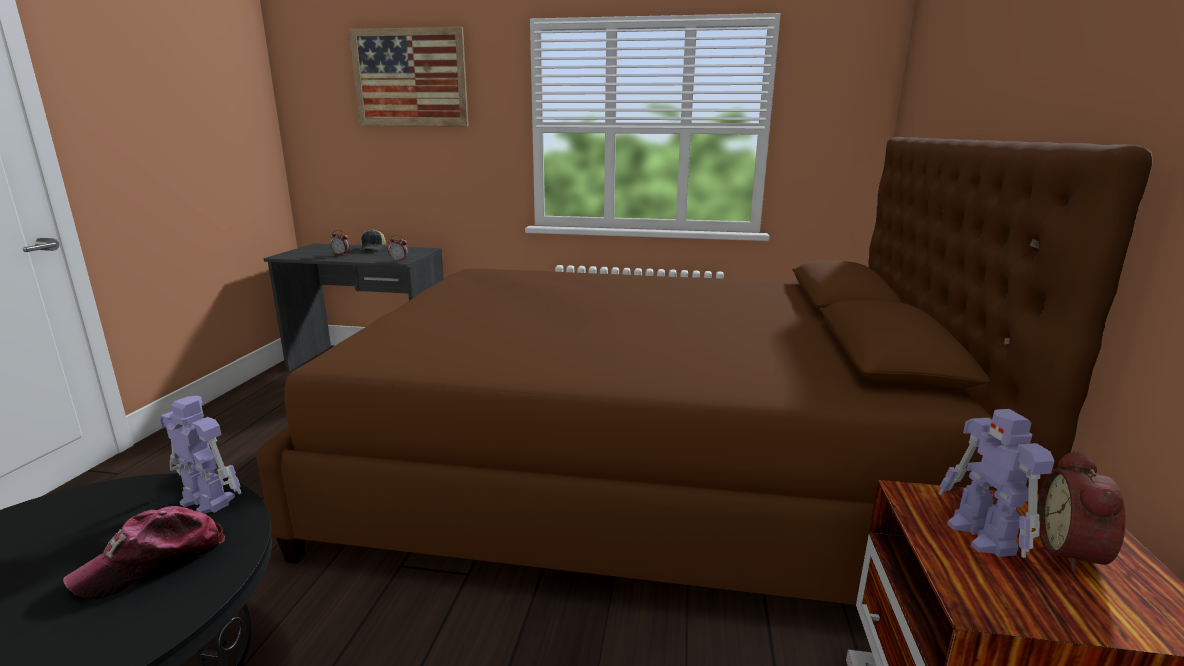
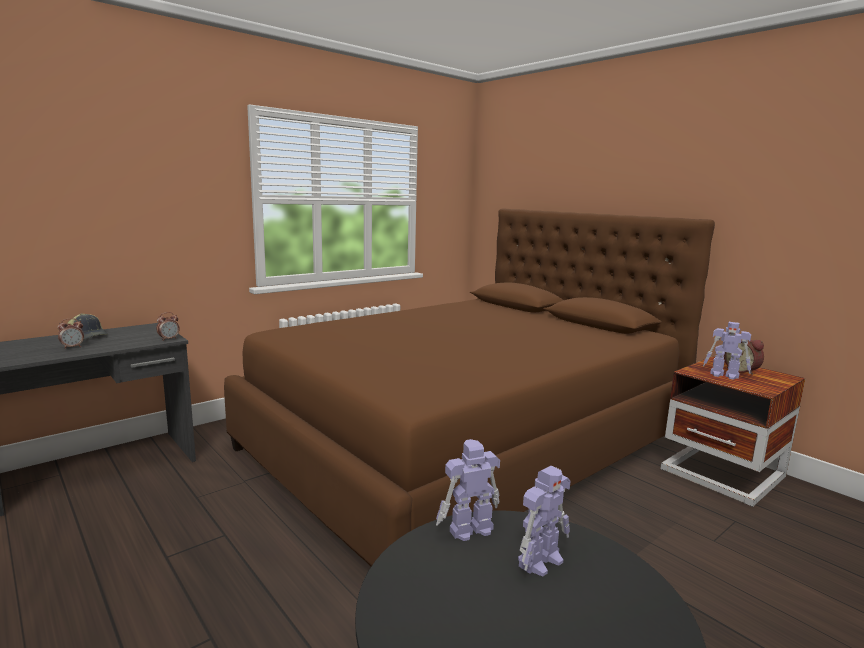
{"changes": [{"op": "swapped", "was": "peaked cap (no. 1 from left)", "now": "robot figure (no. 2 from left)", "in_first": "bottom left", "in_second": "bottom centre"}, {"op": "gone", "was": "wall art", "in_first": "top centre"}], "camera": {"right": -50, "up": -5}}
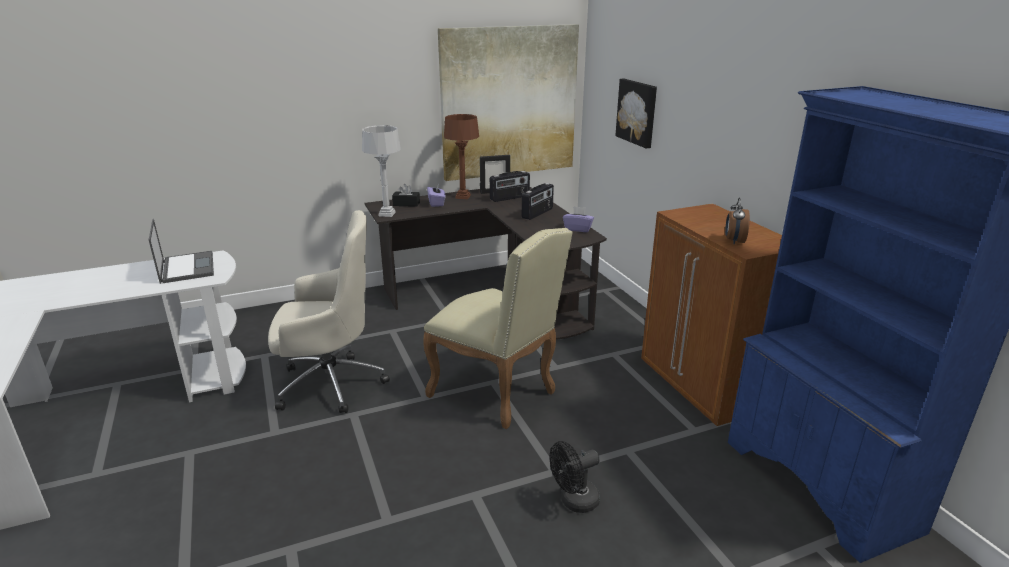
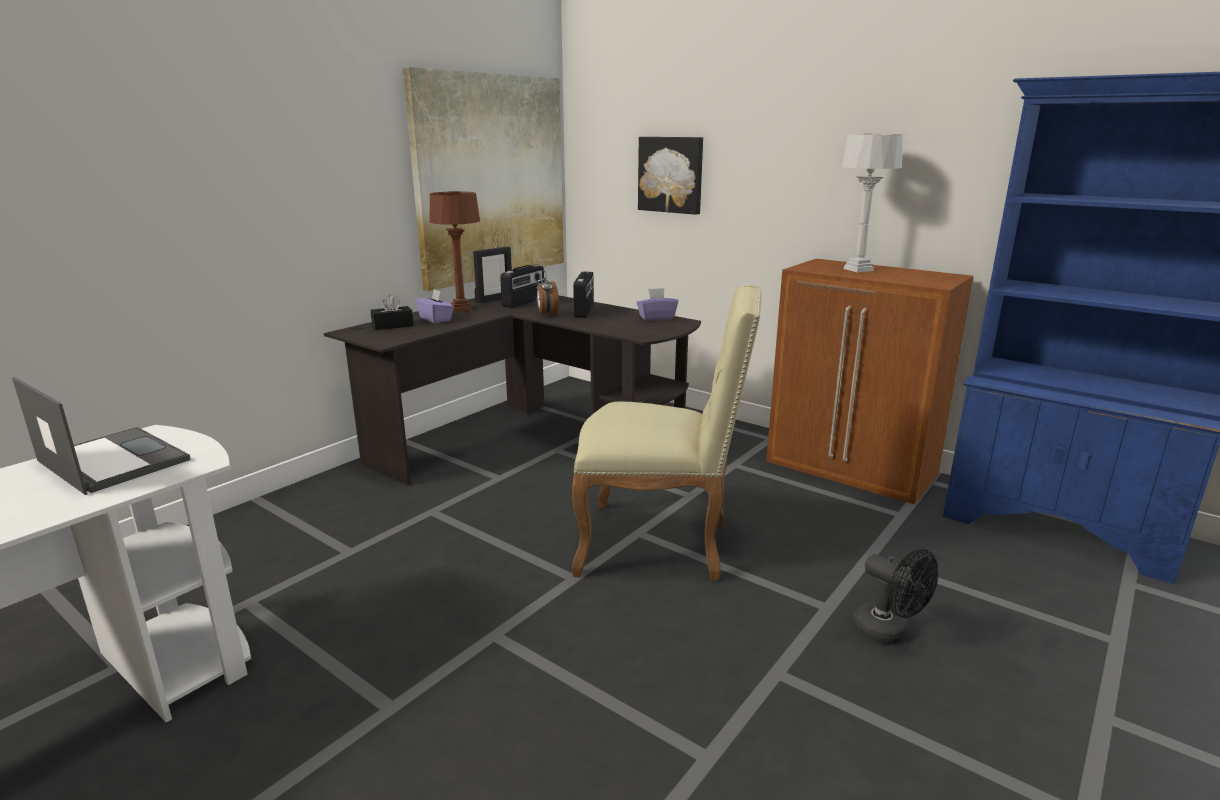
{"changes": [{"op": "gone", "was": "beige office chair", "in_first": "middle left"}, {"op": "shifted", "was": "grey table lamp", "in_first": "top centre", "in_second": "top right"}, {"op": "rotated", "was": "black cooling fan", "in_first": "bottom centre", "in_second": "bottom right", "clockwise": -75}, {"op": "shifted", "was": "bedside clock", "in_first": "middle right", "in_second": "centre"}], "camera": {"right": -30, "up": -5}}
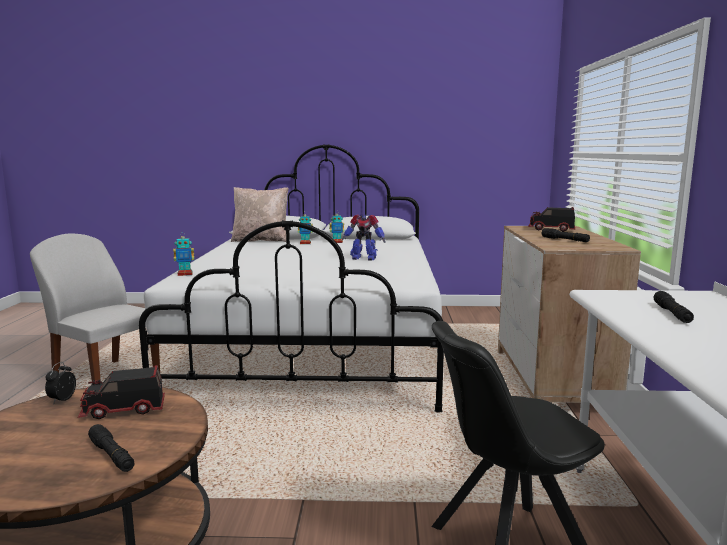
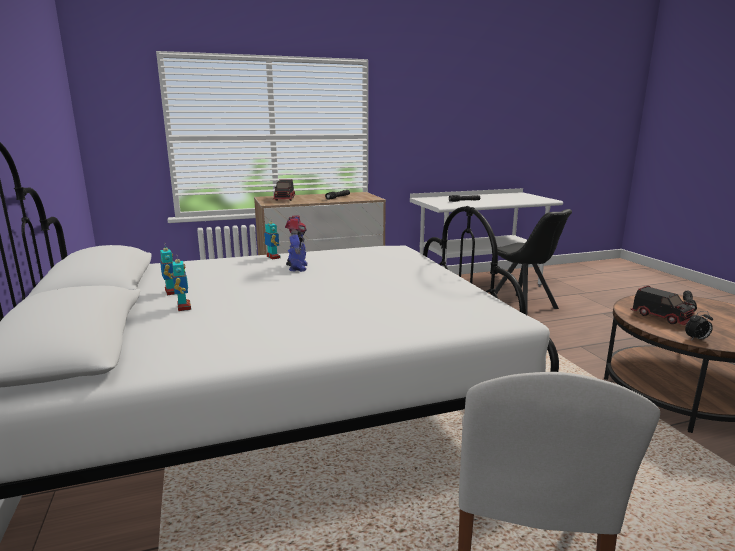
{"changes": [{"op": "shifted", "was": "robot figure (no. 1 from left in the first image)", "now": "robot figure (no. 3 from left)", "in_first": "middle left", "in_second": "centre"}, {"op": "gone", "was": "beige pillow", "in_first": "centre"}], "camera": {"right": -110, "up": 5}}
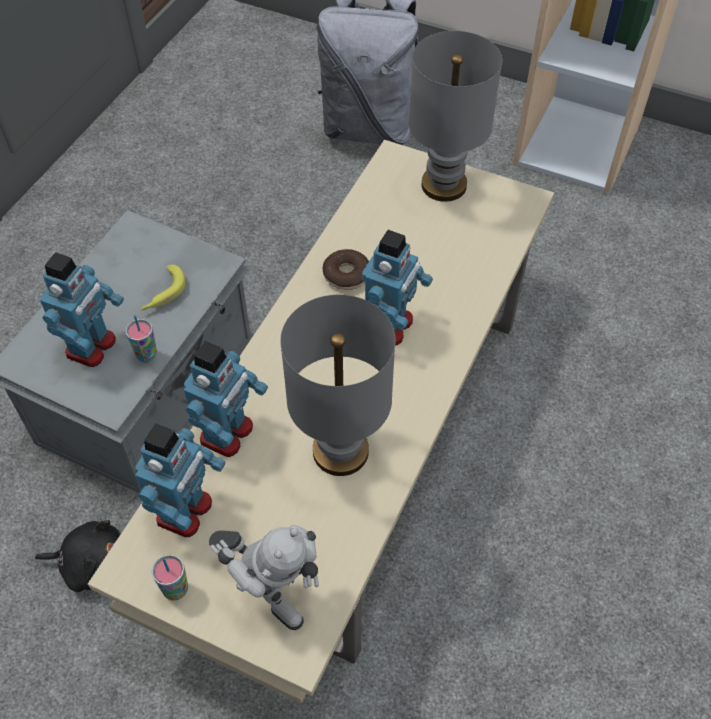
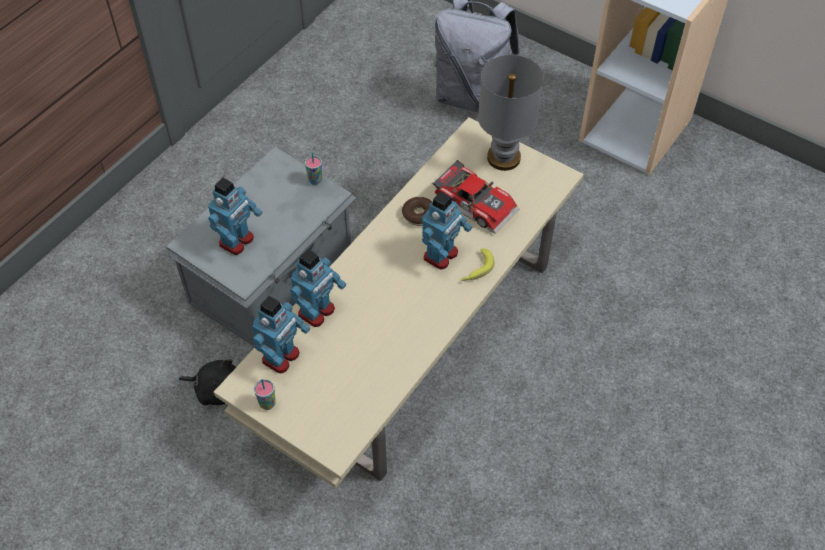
{"changes": [{"op": "shifted", "was": "small cup (no. 1 from left in the first image)", "now": "small cup (no. 2 from left)", "in_first": "middle left", "in_second": "top centre"}, {"op": "shifted", "was": "banana fruit", "in_first": "middle left", "in_second": "centre"}, {"op": "gone", "was": "robot figure (no. 4 from left)", "in_first": "bottom centre"}, {"op": "gone", "was": "grey table lamp (no. 1 from left)", "in_first": "centre"}, {"op": "new", "now": "toy car", "in_second": "centre"}], "camera": {"right": 10, "up": 0}}
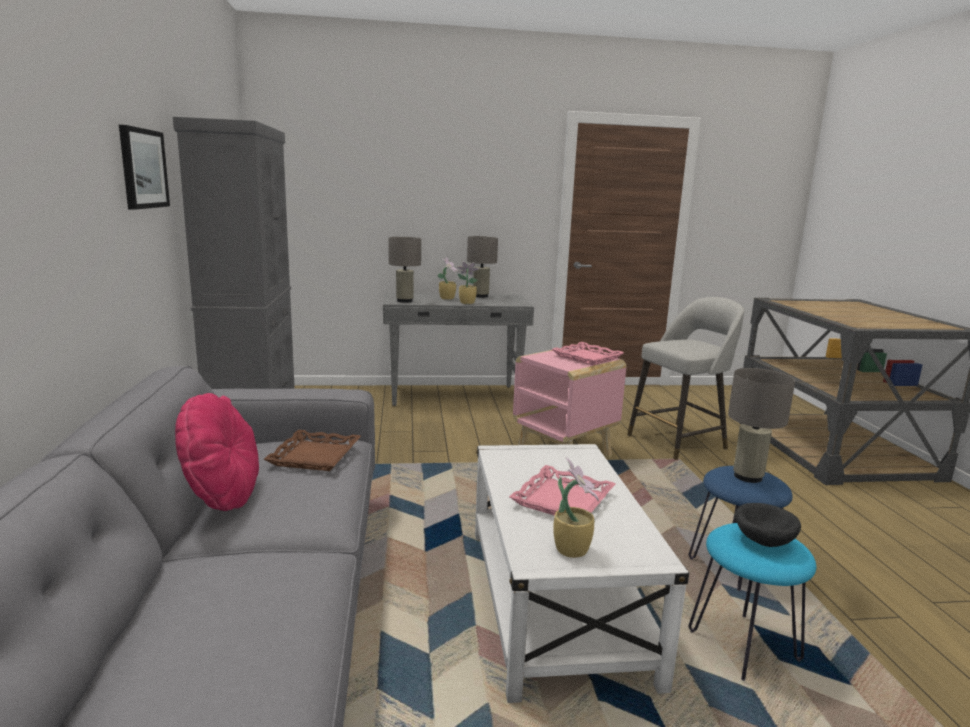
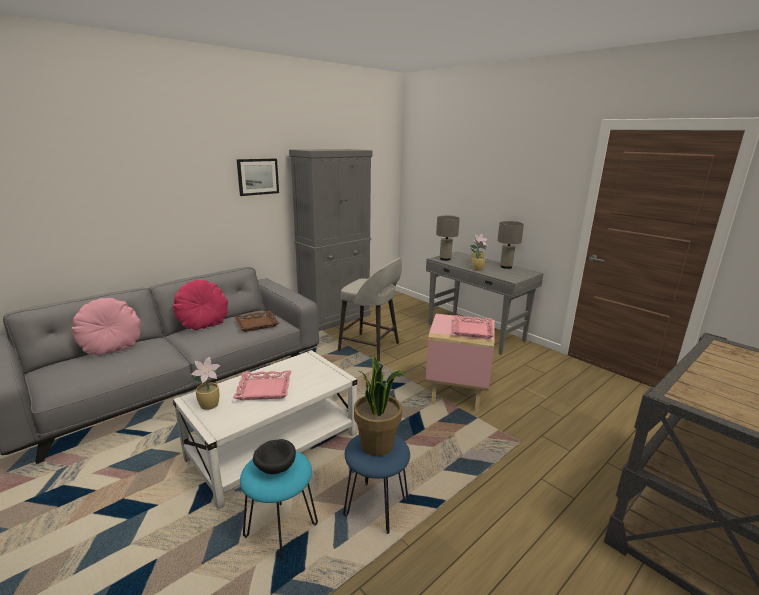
{"changes": [{"op": "shifted", "was": "grey sitting stool", "in_first": "middle right", "in_second": "centre"}, {"op": "swapped", "was": "grey table lamp (no. 3 from left)", "now": "potted plant (no. 2 from left)", "in_first": "middle right", "in_second": "bottom centre"}, {"op": "new", "now": "pink pillow (no. 1 from left)", "in_second": "middle left"}], "camera": {"right": 55, "up": 5}}
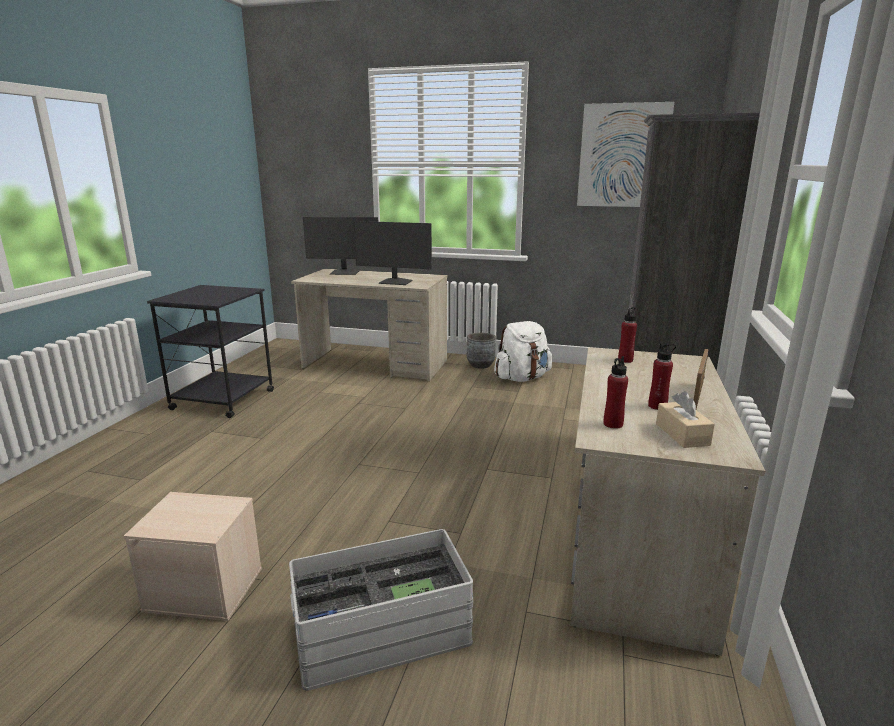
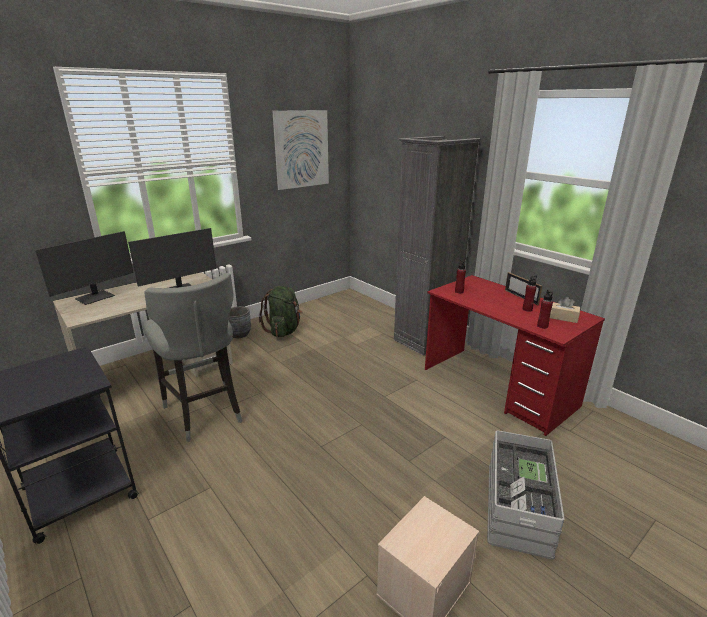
{"changes": [{"op": "repainted", "was": "white knapsack", "now": "green knapsack", "in_first": "centre", "in_second": "centre"}, {"op": "repainted", "was": "beige desk (no. 2 from left)", "now": "red-coloured desk", "in_first": "bottom right", "in_second": "middle right"}, {"op": "new", "now": "grey sitting stool", "in_second": "middle left"}], "camera": {"right": -55, "up": 5}}
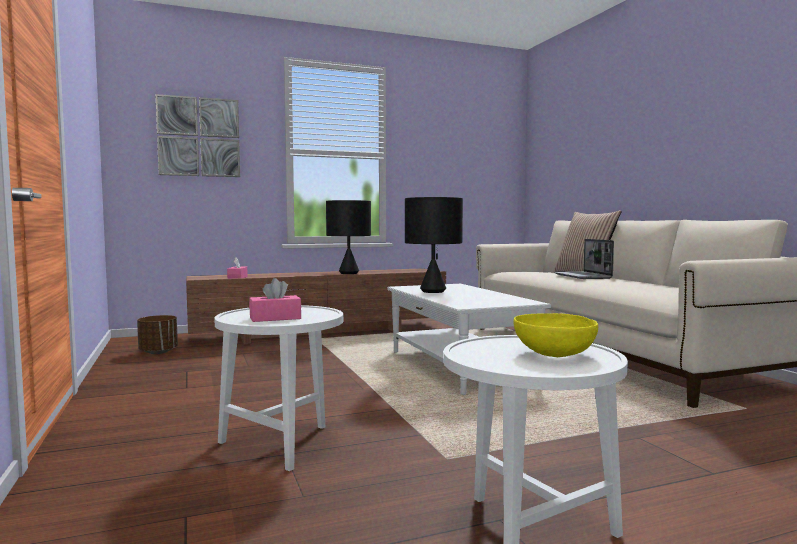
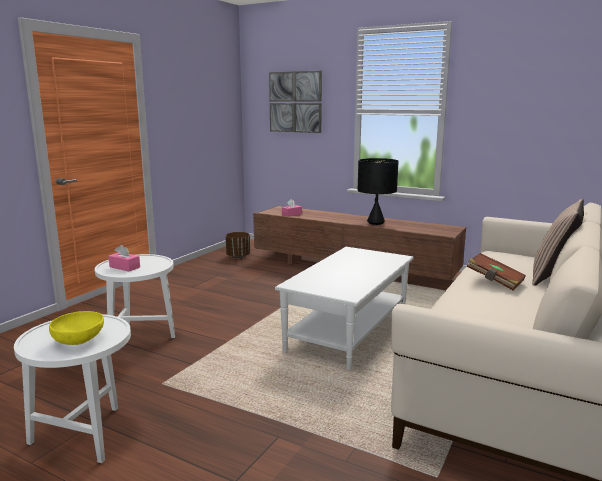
{"changes": [{"op": "gone", "was": "black table lamp (no. 2 from left)", "in_first": "centre"}, {"op": "swapped", "was": "portable computer", "now": "brown bound book", "in_first": "middle right", "in_second": "middle right"}], "camera": {"right": 50, "up": 10}}
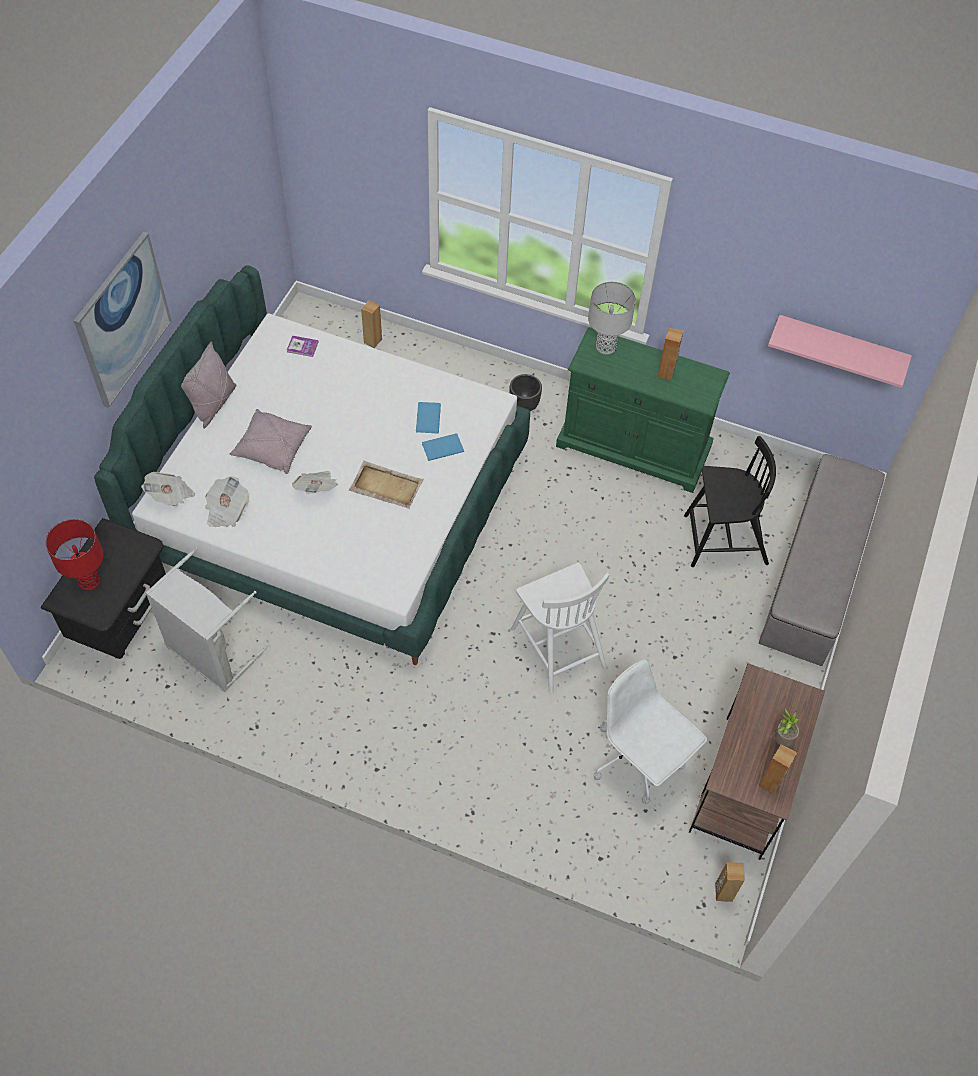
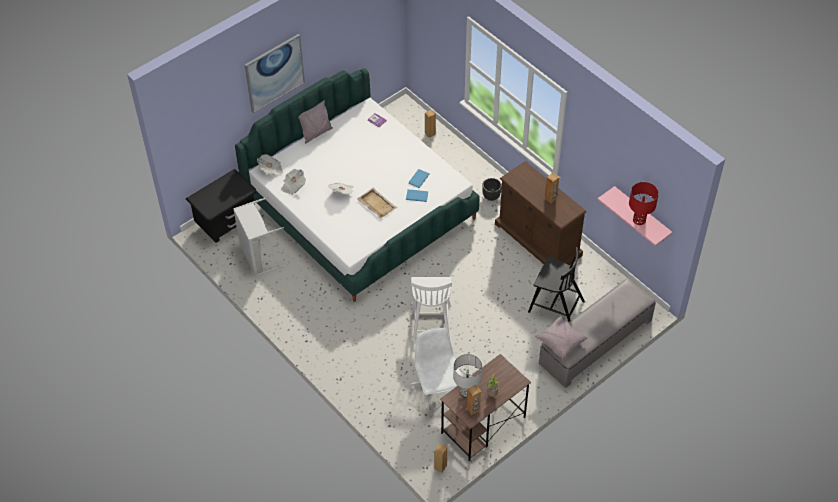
{"changes": [{"op": "shifted", "was": "red-coloured table lamp", "in_first": "middle left", "in_second": "middle right"}, {"op": "shifted", "was": "purple pillow (no. 2 from left)", "in_first": "middle left", "in_second": "bottom right"}, {"op": "repainted", "was": "green chest of drawers", "now": "brown chest of drawers", "in_first": "centre", "in_second": "centre"}, {"op": "shifted", "was": "white table lamp", "in_first": "top centre", "in_second": "bottom centre"}], "camera": {"right": 30, "up": -5}}
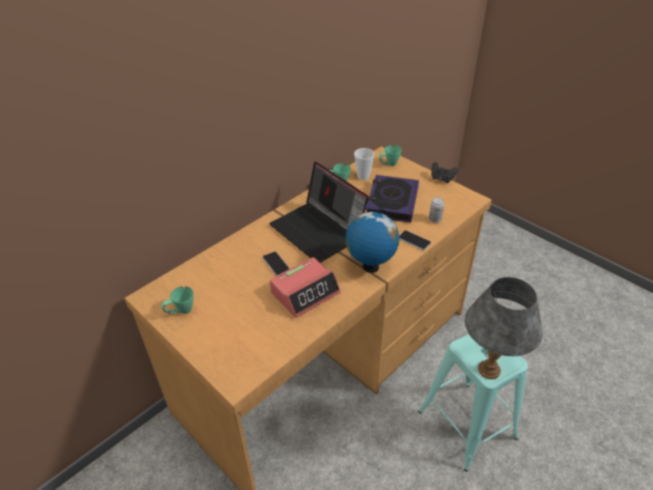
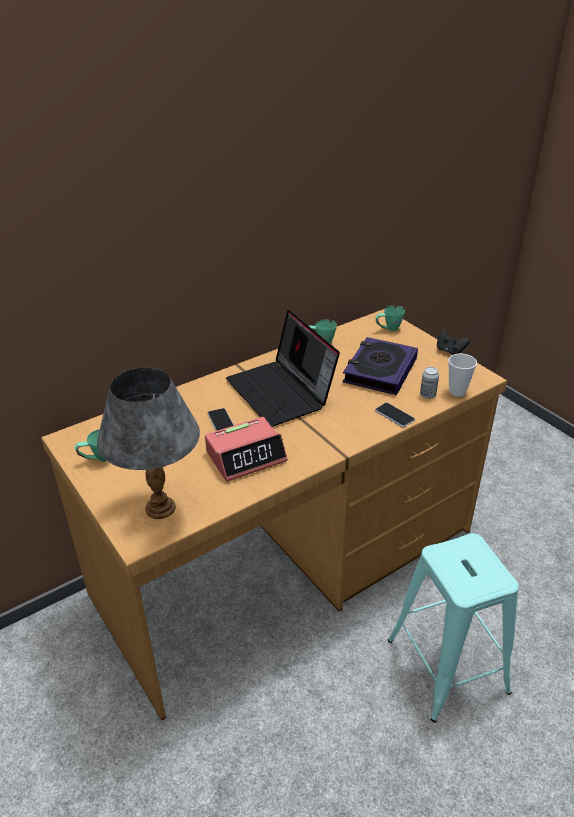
{"changes": [{"op": "gone", "was": "world globe", "in_first": "centre"}, {"op": "shifted", "was": "small cup", "in_first": "centre", "in_second": "middle right"}, {"op": "shifted", "was": "grey table lamp", "in_first": "bottom right", "in_second": "middle left"}], "camera": {"right": 10, "up": -5}}
